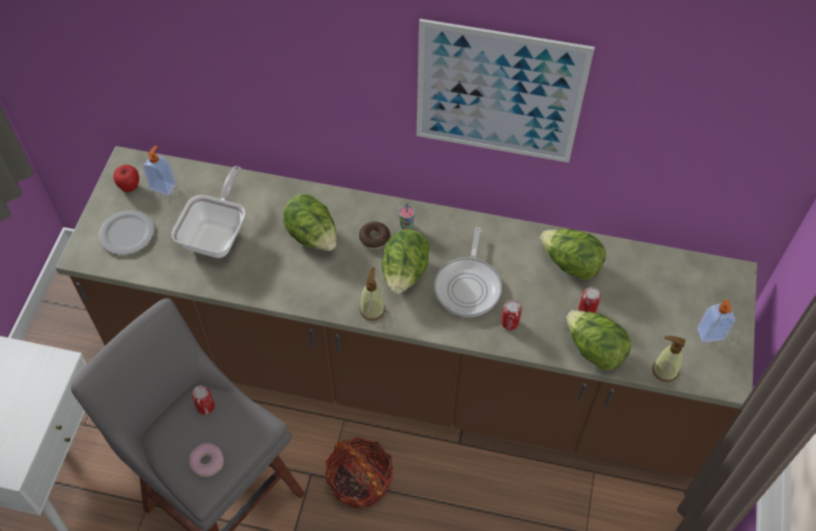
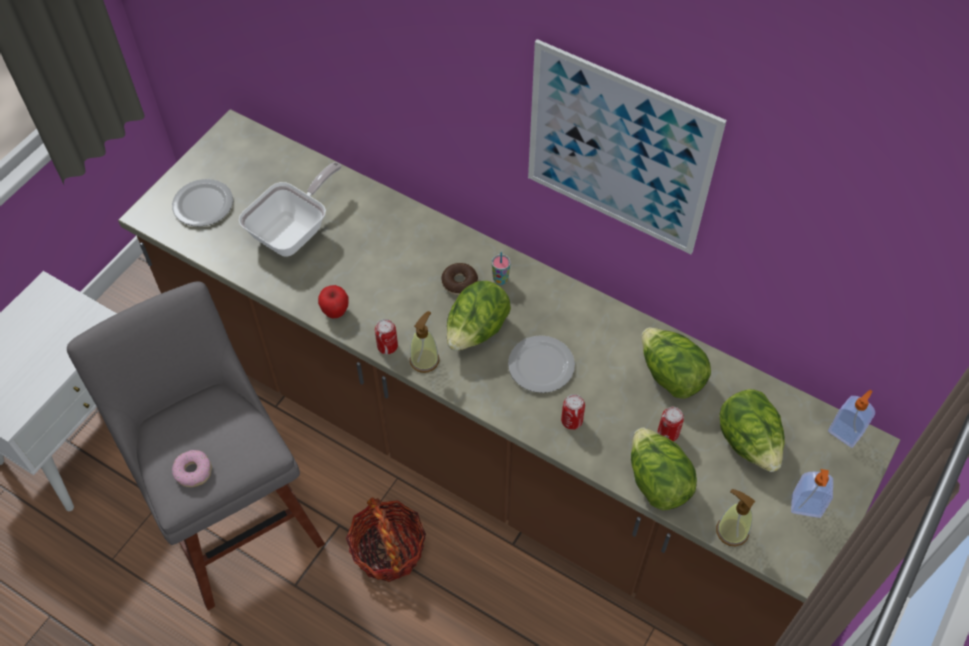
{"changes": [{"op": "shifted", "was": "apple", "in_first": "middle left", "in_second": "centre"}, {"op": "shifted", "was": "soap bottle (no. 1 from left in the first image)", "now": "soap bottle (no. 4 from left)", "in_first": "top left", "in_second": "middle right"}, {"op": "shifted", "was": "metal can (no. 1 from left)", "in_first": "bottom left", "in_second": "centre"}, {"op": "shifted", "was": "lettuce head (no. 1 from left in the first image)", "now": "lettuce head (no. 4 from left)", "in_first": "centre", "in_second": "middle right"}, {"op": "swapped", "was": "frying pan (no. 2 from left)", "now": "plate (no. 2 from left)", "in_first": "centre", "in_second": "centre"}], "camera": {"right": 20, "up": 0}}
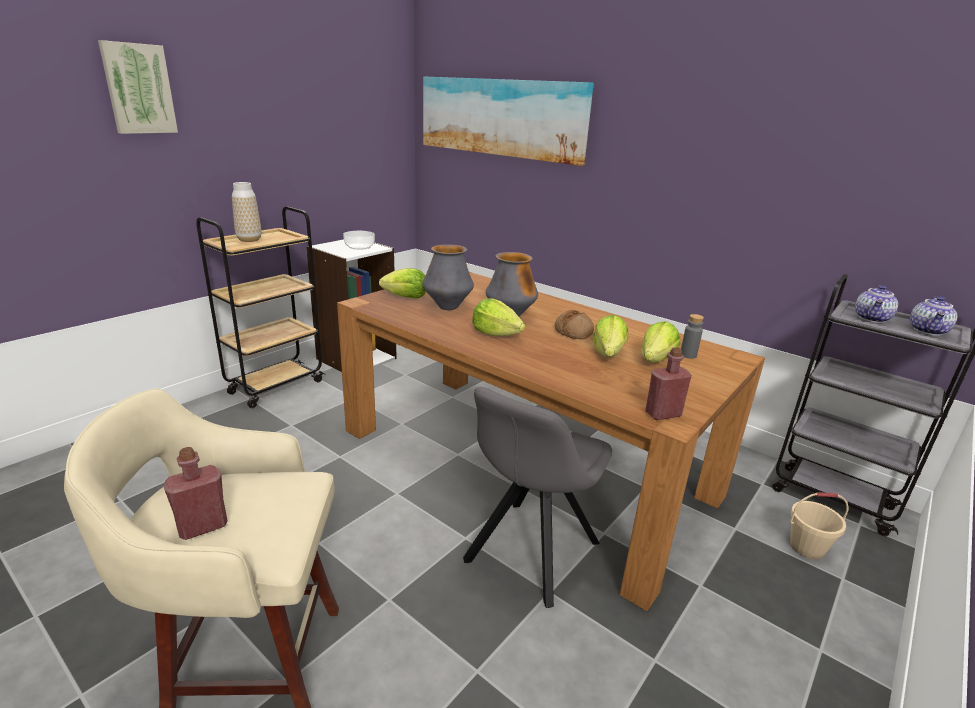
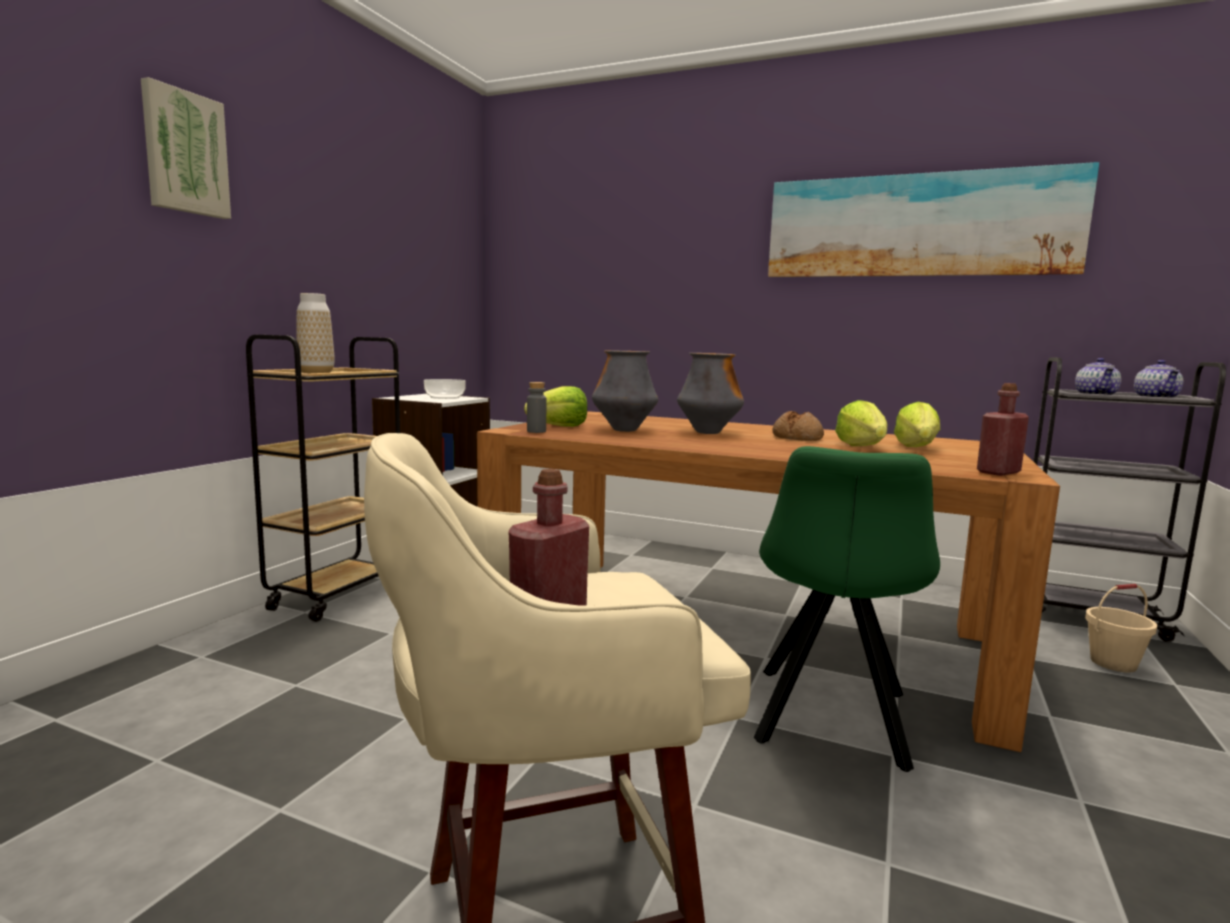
{"changes": [{"op": "shifted", "was": "wall art (no. 2 from left)", "in_first": "top centre", "in_second": "top right"}, {"op": "repainted", "was": "grey upright chair", "now": "green upright chair", "in_first": "bottom centre", "in_second": "middle right"}, {"op": "gone", "was": "lettuce head (no. 2 from left)", "in_first": "centre"}, {"op": "shifted", "was": "grey beverage bottle", "in_first": "middle right", "in_second": "centre"}], "camera": {"right": -15, "up": -15}}
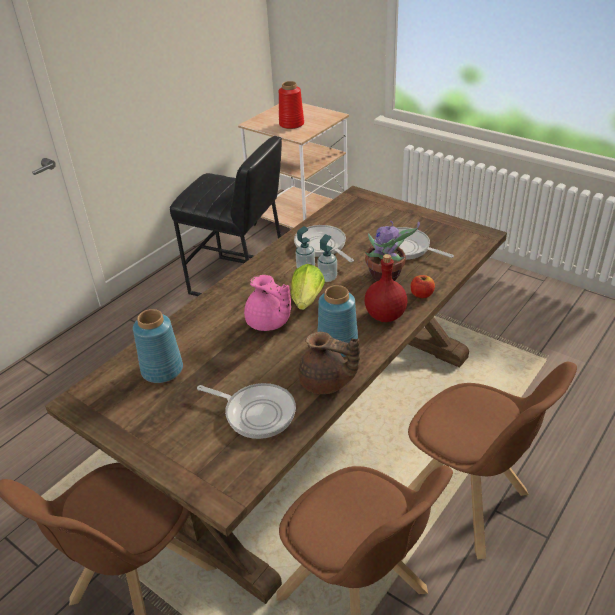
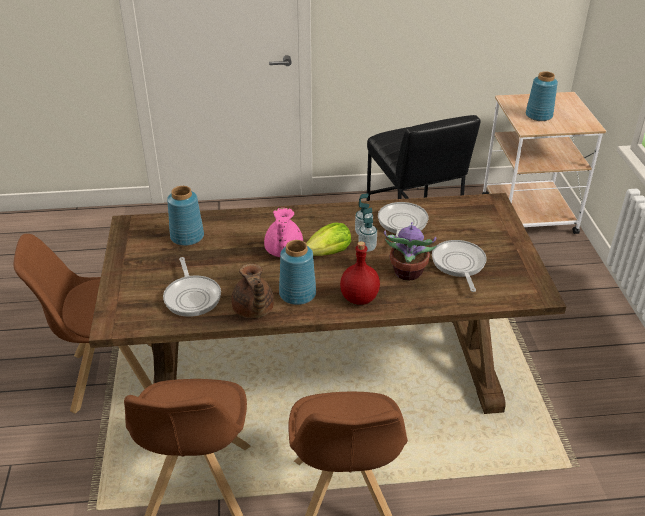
{"changes": [{"op": "repainted", "was": "red-coloured vase", "now": "blue-coloured vase (no. 3 from left)", "in_first": "top centre", "in_second": "top right"}, {"op": "gone", "was": "apple", "in_first": "middle right"}], "camera": {"right": 45, "up": 0}}
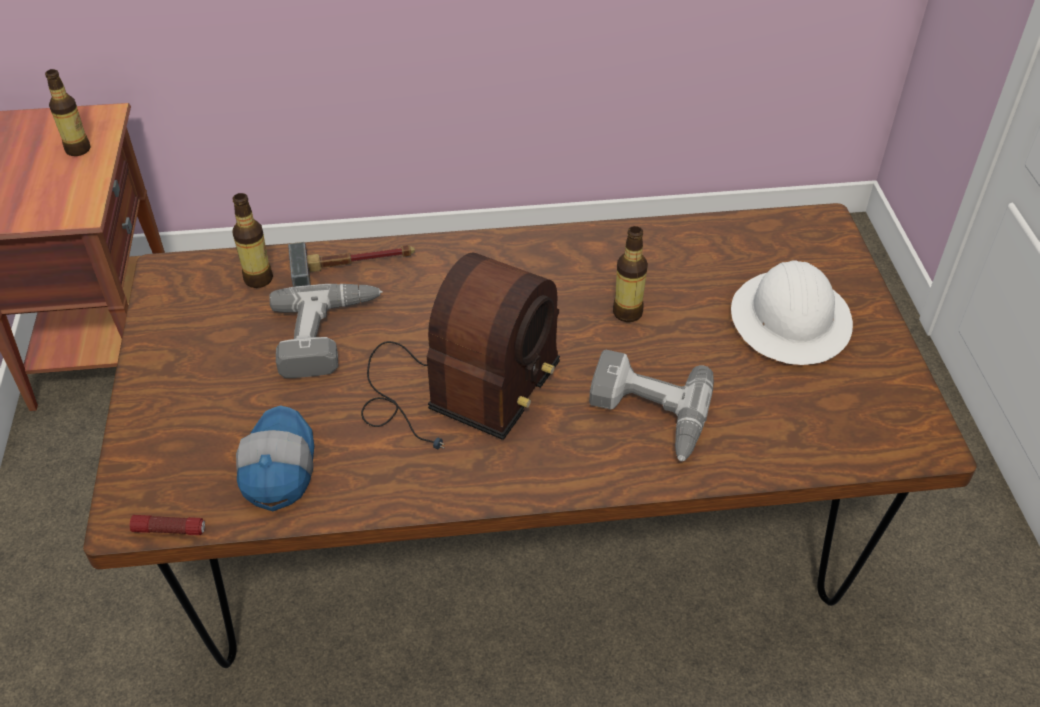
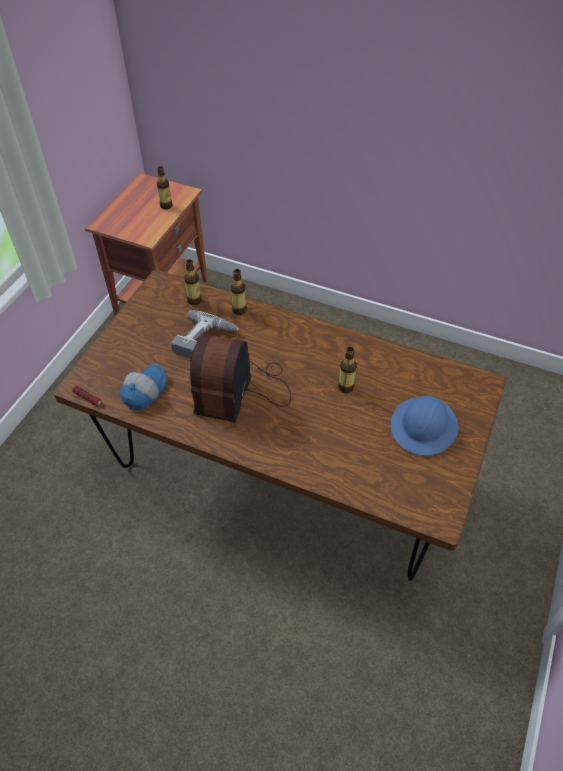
{"changes": [{"op": "swapped", "was": "hand hammer", "now": "beverage bottle (no. 3 from left)", "in_first": "centre", "in_second": "centre"}, {"op": "rotated", "was": "radio", "in_first": "centre", "in_second": "centre", "clockwise": 135}, {"op": "gone", "was": "power drill (no. 2 from left)", "in_first": "centre"}, {"op": "repainted", "was": "white hard hat", "now": "blue-coloured hard hat", "in_first": "middle right", "in_second": "middle right"}], "camera": {"right": 30, "up": 5}}
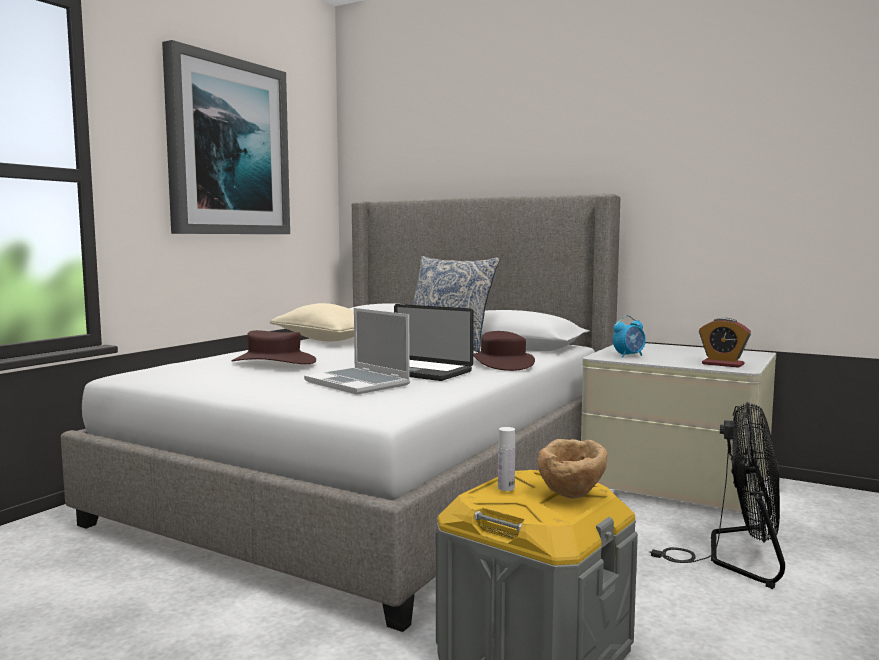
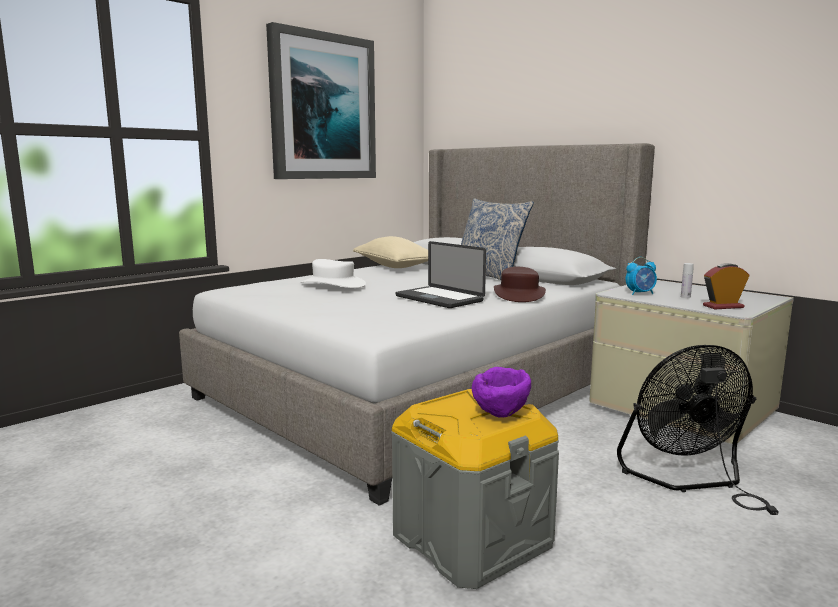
{"changes": [{"op": "repainted", "was": "brown wearable hat (no. 1 from left)", "now": "white wearable hat", "in_first": "middle left", "in_second": "centre"}, {"op": "gone", "was": "portable computer (no. 1 from left)", "in_first": "centre"}, {"op": "shifted", "was": "white beverage bottle", "in_first": "bottom centre", "in_second": "middle right"}, {"op": "repainted", "was": "brown bowl", "now": "purple bowl", "in_first": "bottom centre", "in_second": "centre"}, {"op": "rotated", "was": "black cooling fan", "in_first": "bottom right", "in_second": "bottom right", "clockwise": -135}, {"op": "rotated", "was": "bedside clock (no. 2 from left)", "in_first": "middle right", "in_second": "middle right", "clockwise": 120}], "camera": {"right": 15, "up": 5}}
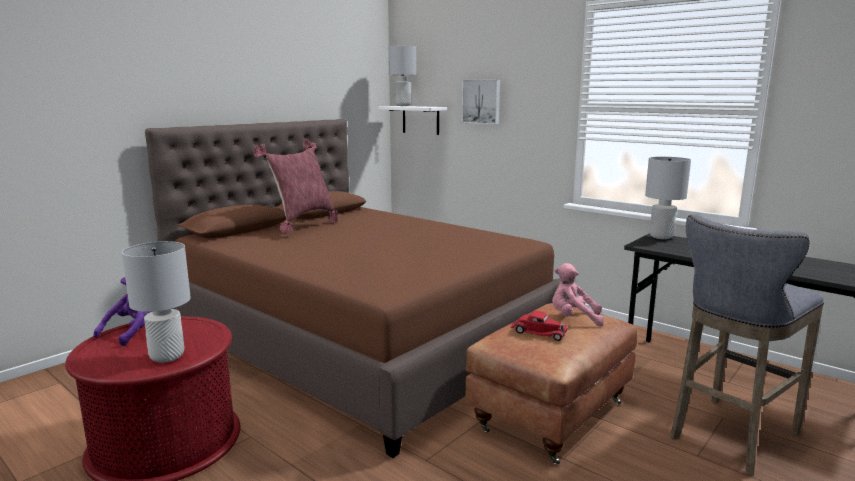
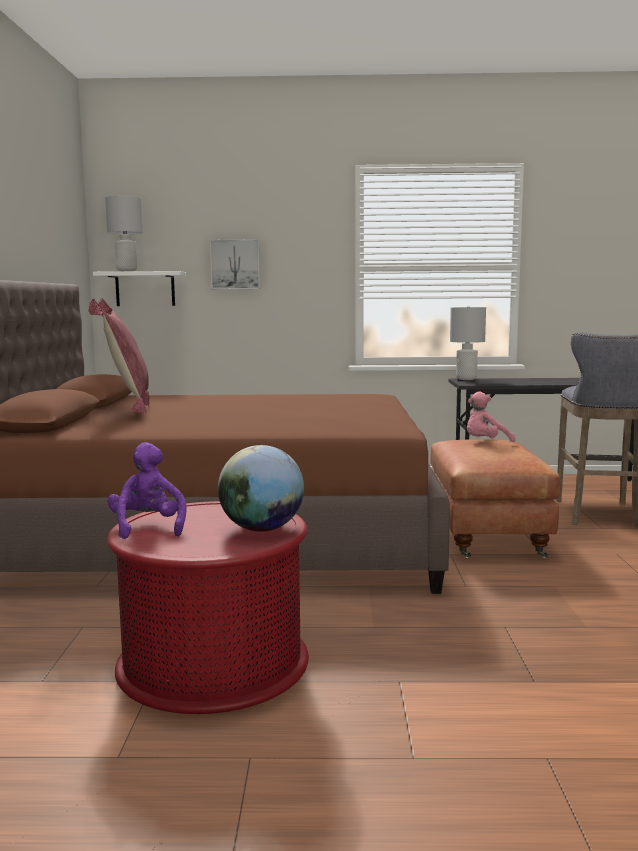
{"changes": [{"op": "swapped", "was": "grey table lamp (no. 1 from left)", "now": "world globe", "in_first": "middle left", "in_second": "centre"}, {"op": "gone", "was": "red-coloured toy car", "in_first": "bottom centre"}], "camera": {"right": -40, "up": -5}}
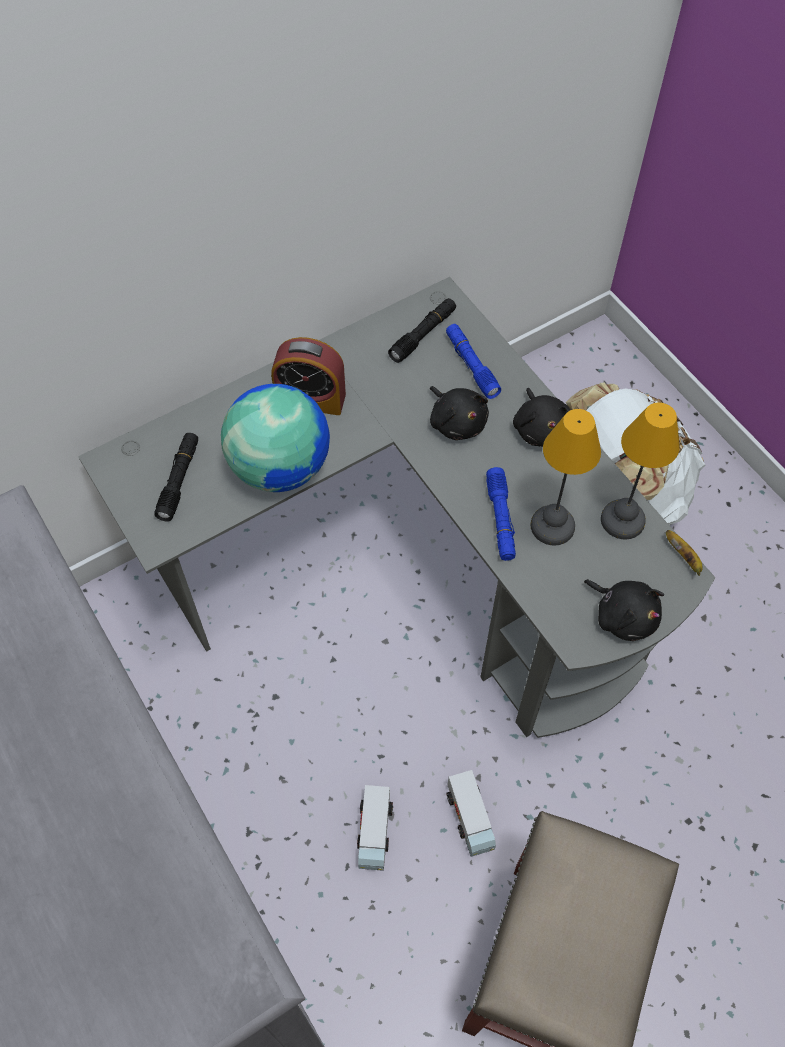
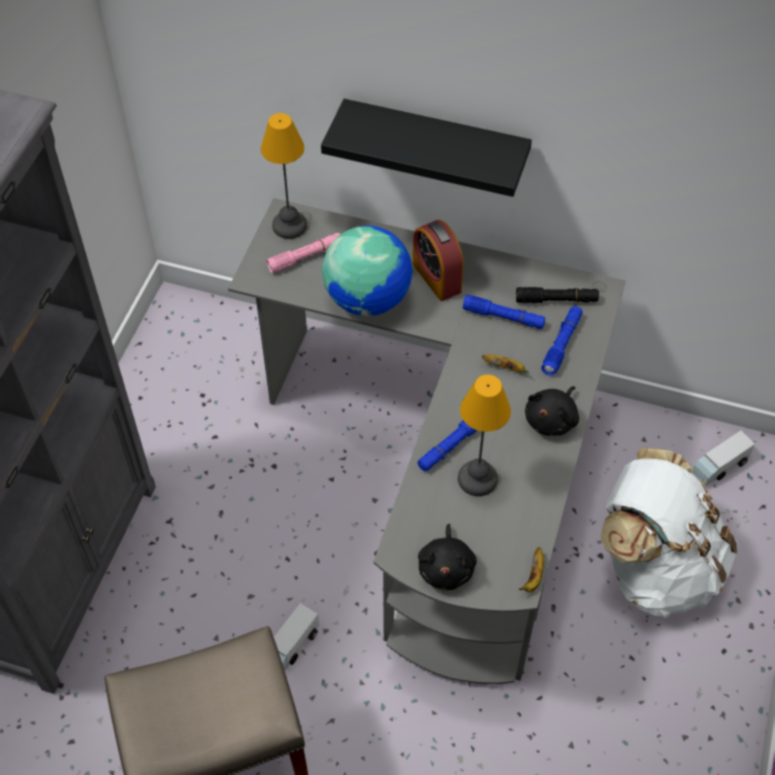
{"changes": [{"op": "repainted", "was": "black hand torch (no. 1 from left)", "now": "pink hand torch", "in_first": "middle left", "in_second": "top centre"}, {"op": "shifted", "was": "toy lorry (no. 1 from left in the first image)", "now": "toy lorry (no. 2 from left)", "in_first": "bottom centre", "in_second": "middle right"}, {"op": "swapped", "was": "black soft toy (no. 1 from left)", "now": "banana fruit (no. 1 from left)", "in_first": "centre", "in_second": "centre"}, {"op": "shifted", "was": "table lamp (no. 2 from left in the first image)", "now": "table lamp (no. 1 from left)", "in_first": "middle right", "in_second": "top centre"}, {"op": "new", "now": "black wall shelf", "in_second": "top centre"}, {"op": "new", "now": "blue-coloured hand torch (no. 2 from left)", "in_second": "centre"}], "camera": {"right": 50, "up": -5}}
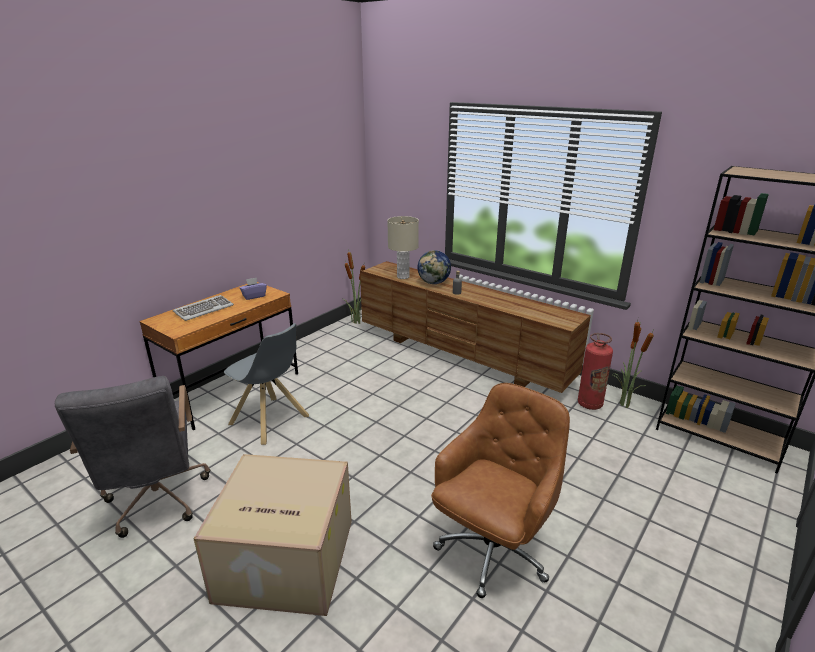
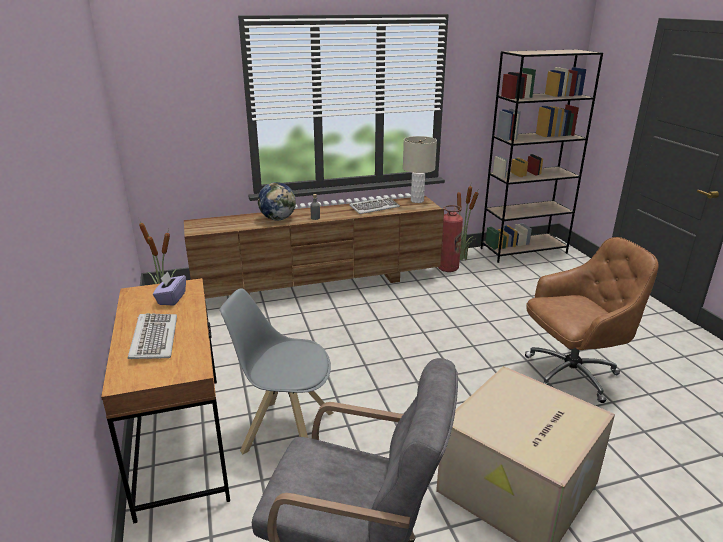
{"changes": [{"op": "rotated", "was": "grey upright chair", "in_first": "middle left", "in_second": "bottom centre", "clockwise": -150}, {"op": "shifted", "was": "beige table lamp", "in_first": "centre", "in_second": "top centre"}, {"op": "rotated", "was": "brown office chair", "in_first": "bottom centre", "in_second": "middle right", "clockwise": 90}, {"op": "new", "now": "keyboard (no. 2 from left)", "in_second": "centre"}], "camera": {"right": -55, "up": 0}}
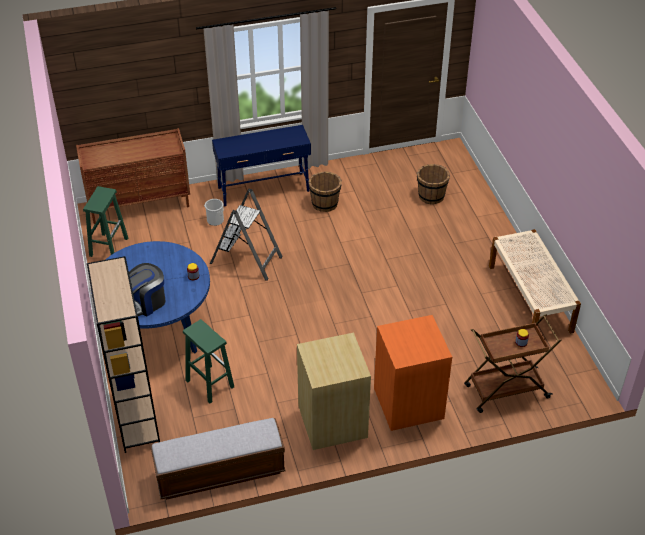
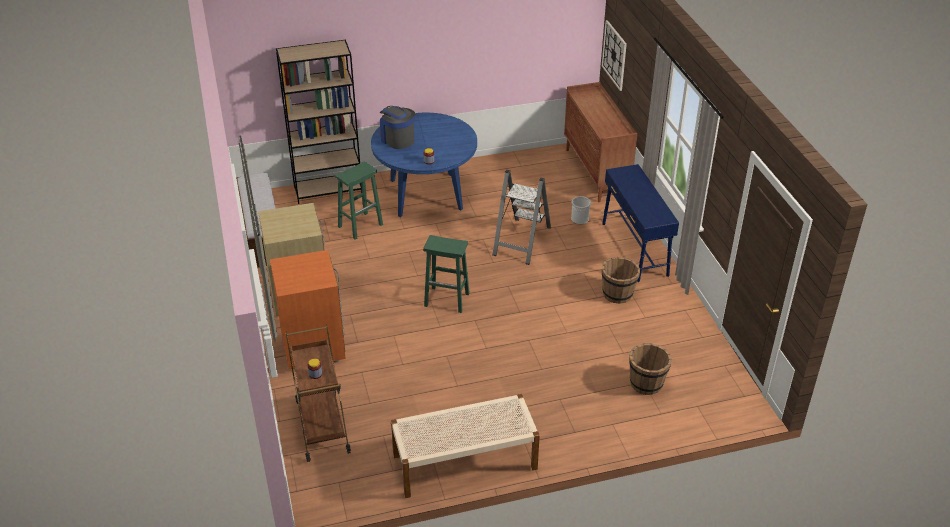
{"changes": [{"op": "shifted", "was": "green sitting stool (no. 1 from left in the first image)", "now": "green sitting stool (no. 2 from left)", "in_first": "middle left", "in_second": "centre"}, {"op": "new", "now": "wall clock", "in_second": "top centre"}], "camera": {"right": 90, "up": -5}}
